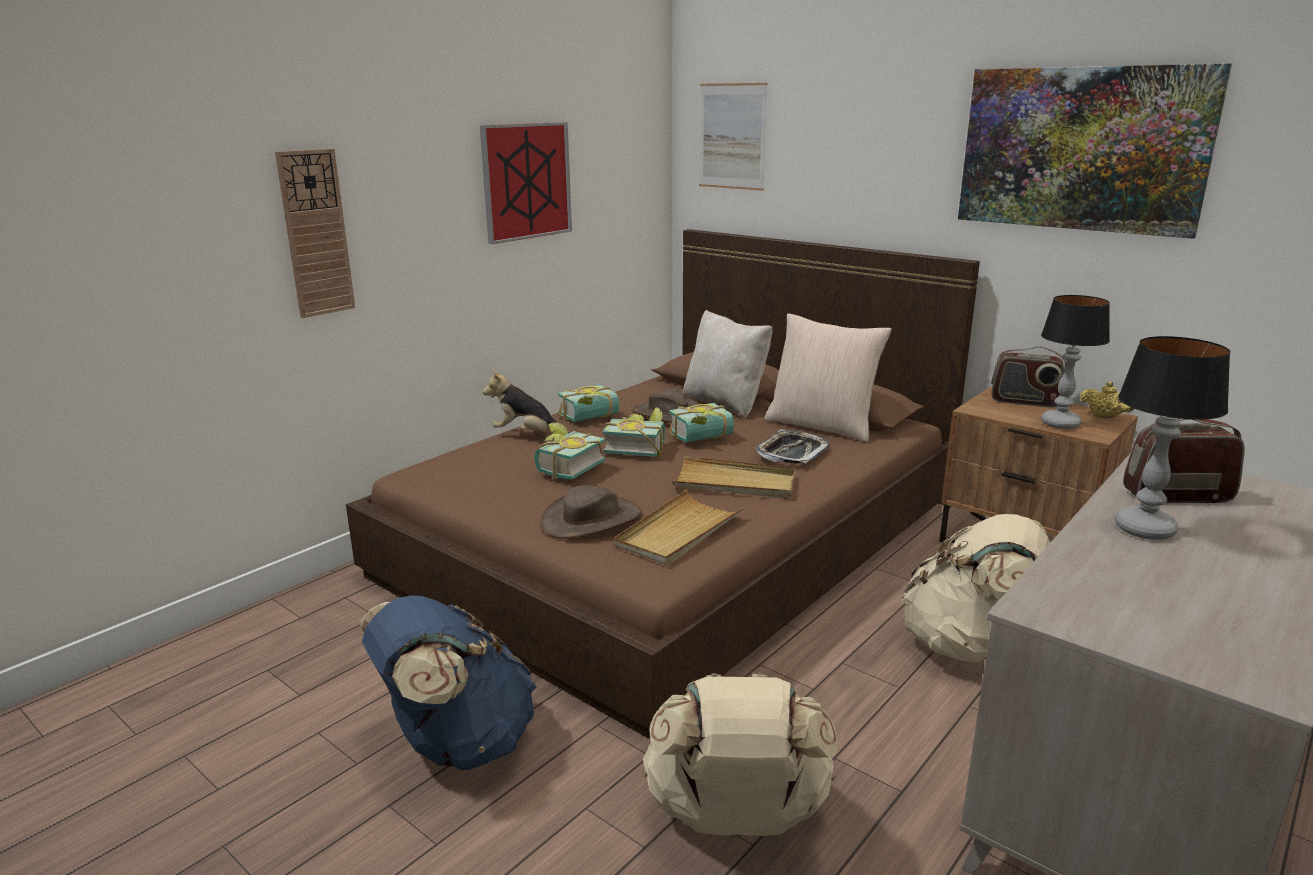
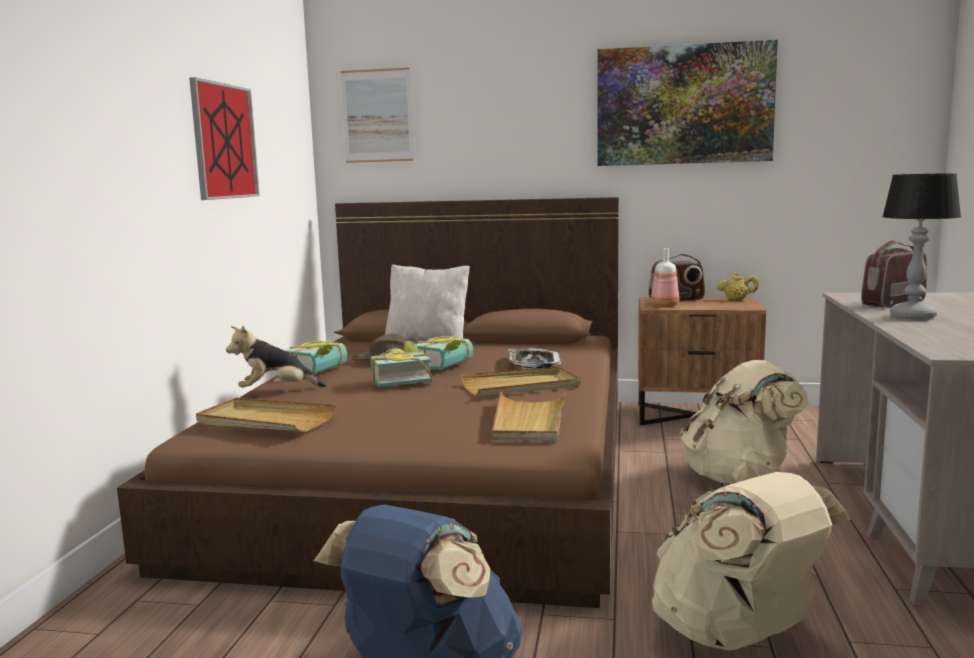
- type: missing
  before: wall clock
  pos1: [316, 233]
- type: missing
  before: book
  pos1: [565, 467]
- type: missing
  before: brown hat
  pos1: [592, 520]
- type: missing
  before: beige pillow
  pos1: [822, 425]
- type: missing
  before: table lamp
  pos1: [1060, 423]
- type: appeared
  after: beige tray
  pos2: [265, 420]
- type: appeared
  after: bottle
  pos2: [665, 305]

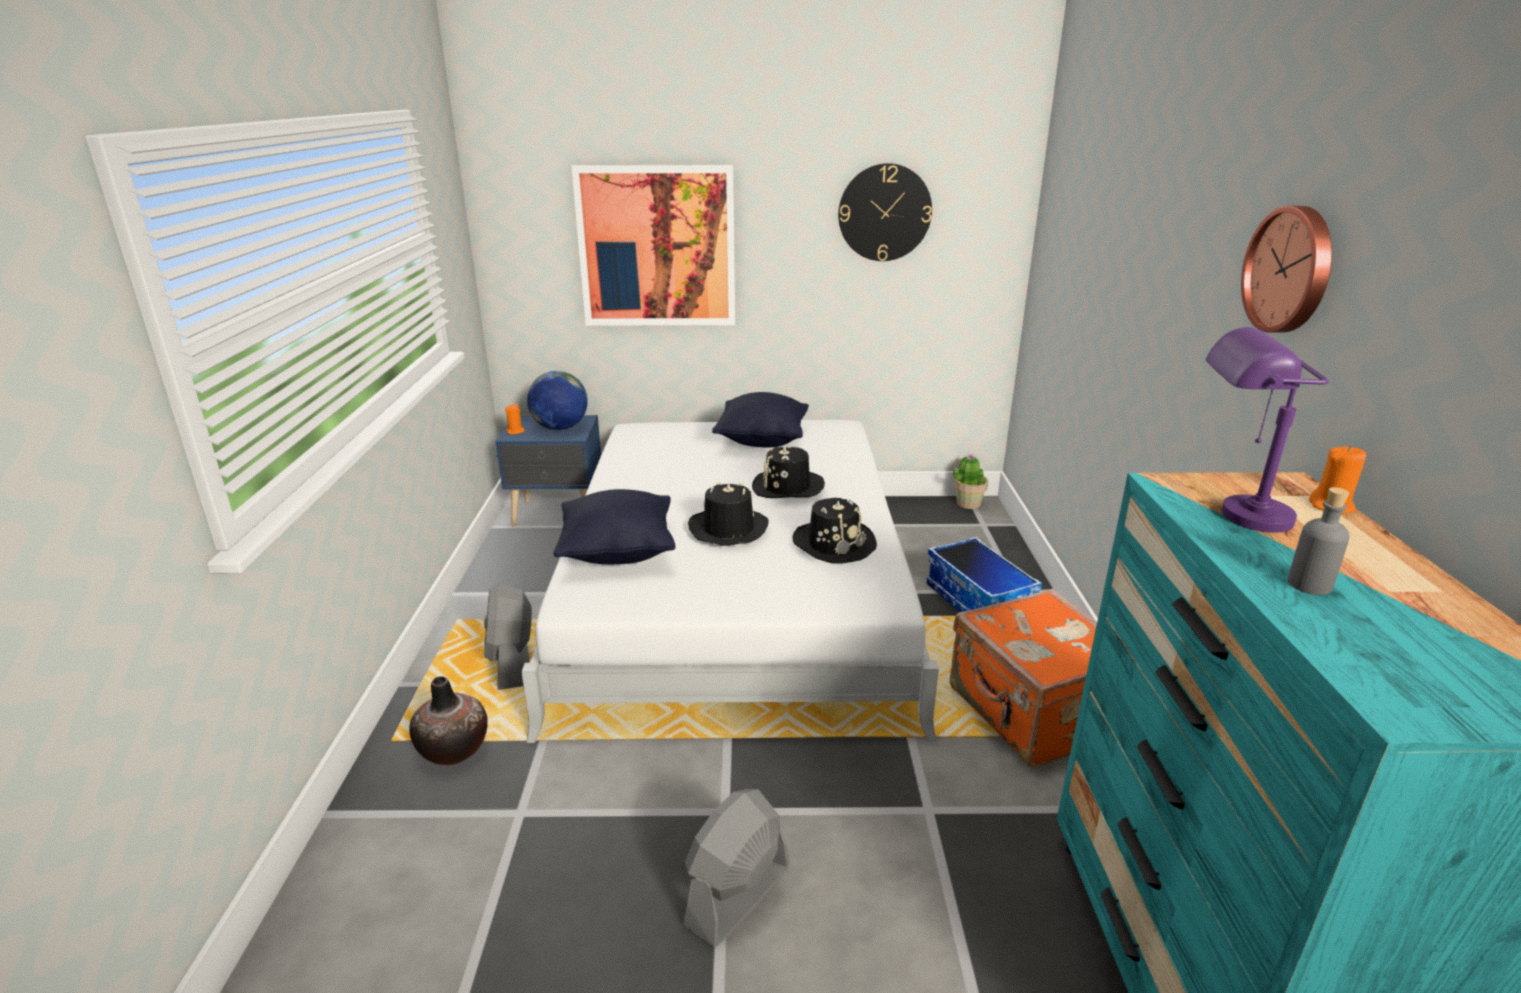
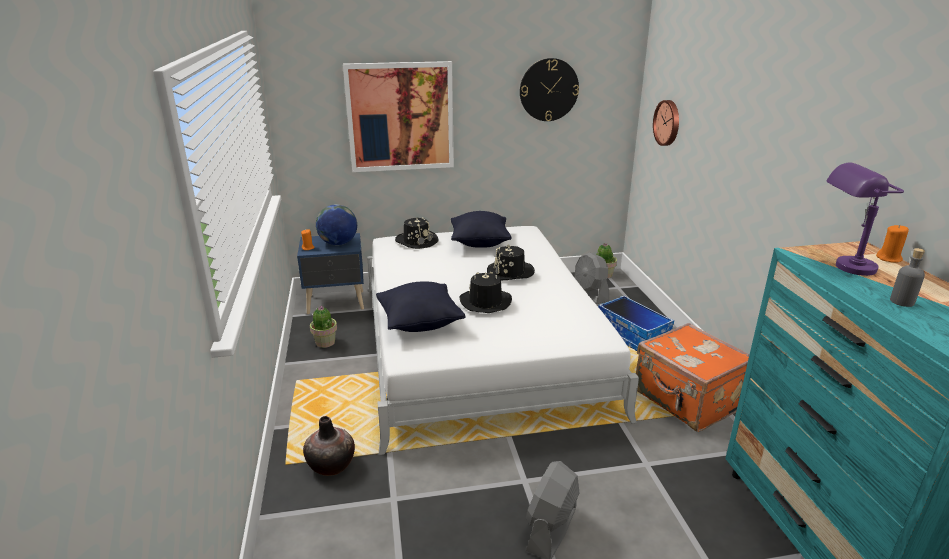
- type: appeared
  after: potted plant
  pos2: [325, 343]
- type: relocated
  before: grey fan
  pos1: [512, 663]
  pos2: [590, 294]
- type: relocated
  before: black hat
  pos1: [833, 544]
  pos2: [416, 241]
- type: relocated
  before: wall clock
  pos1: [1291, 270]
  pos2: [668, 123]

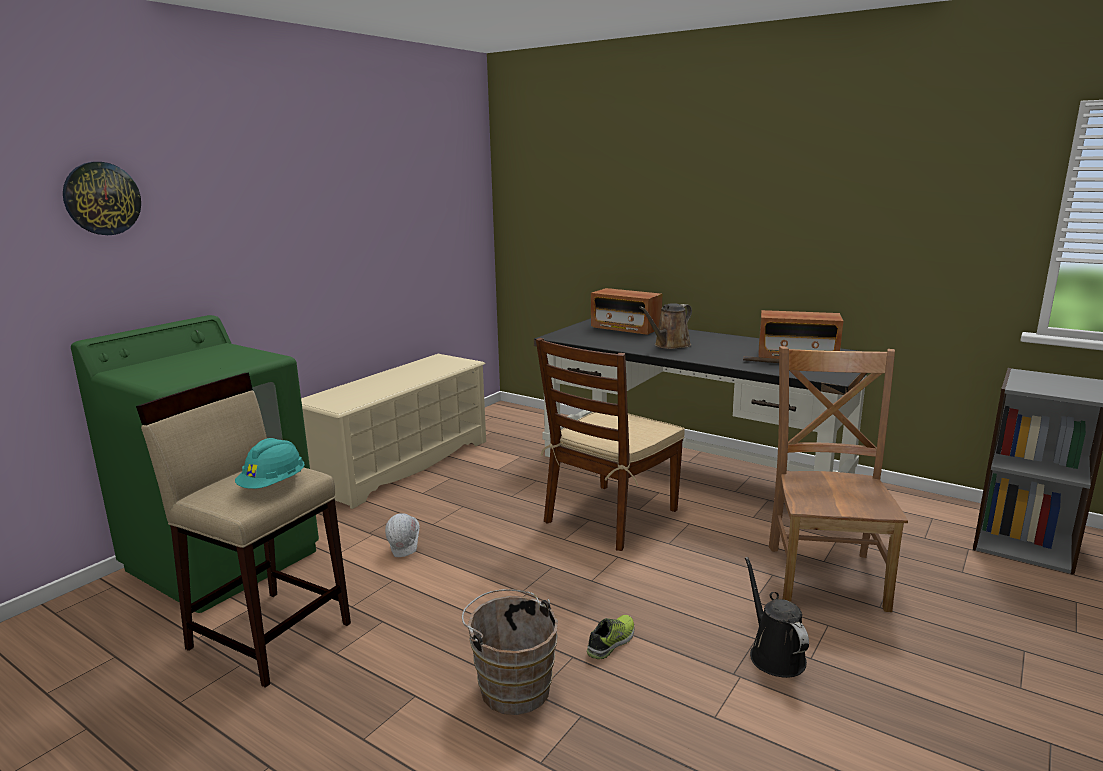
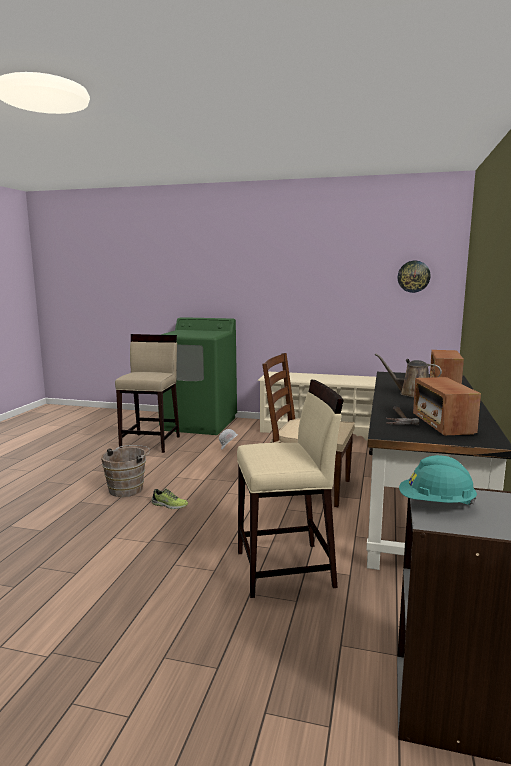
- type: missing
  before: black watering can
  pos1: [774, 654]
- type: relocated
  before: wall clock
  pos1: [102, 198]
  pos2: [413, 276]
- type: relocated
  before: turquoise hard hat
  pos1: [273, 485]
  pos2: [436, 504]
- type: exchanged
  before: brown chair
  after: beige stool
  pos1: [826, 573]
  pos2: [286, 569]

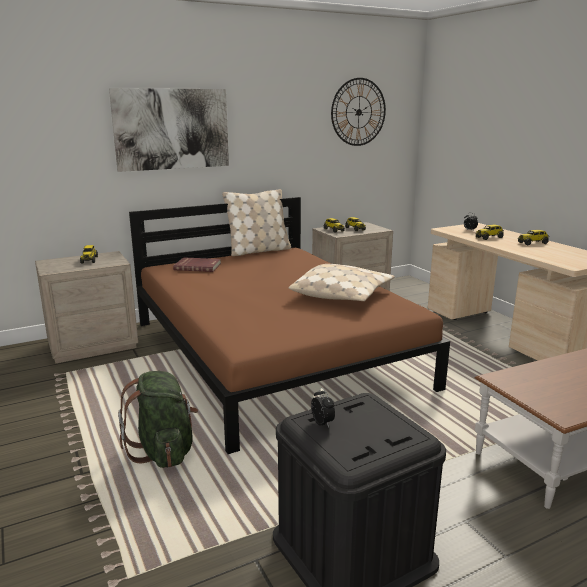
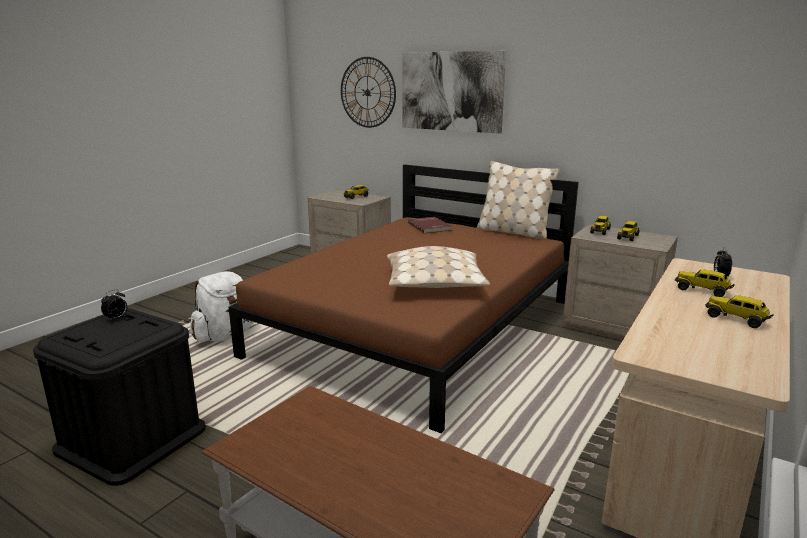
- type: relocated
  before: wall clock
  pos1: [358, 112]
  pos2: [367, 92]
- type: colour
  before: green backpack
  after: white backpack
  pos1: [164, 451]
  pos2: [226, 335]

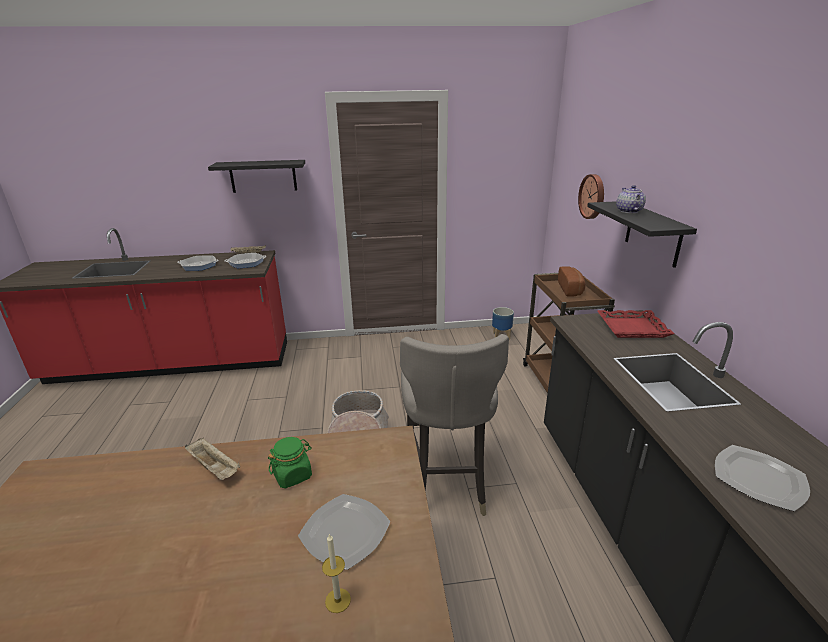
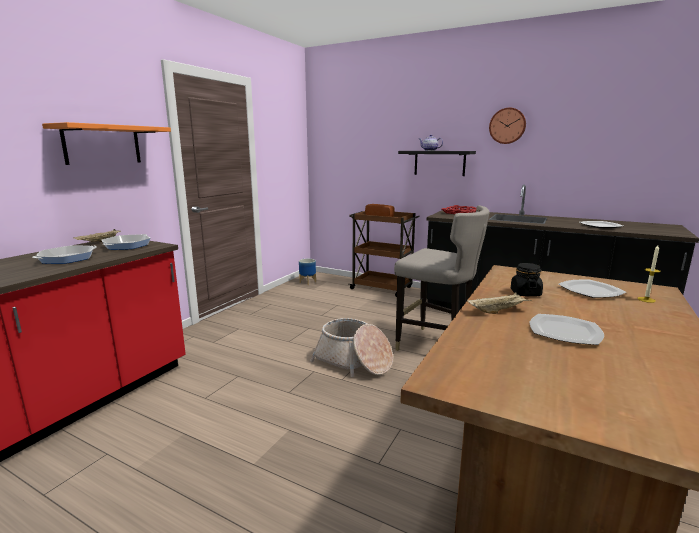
- type: appeared
  after: plate
  pos2: [564, 332]
- type: relocated
  before: wall clock
  pos1: [593, 196]
  pos2: [507, 126]
- type: colour
  before: black shelf
  after: orange shelf
  pos1: [263, 176]
  pos2: [102, 145]
- type: colour
  before: green jar
  after: black jar
  pos1: [293, 475]
  pos2: [525, 293]

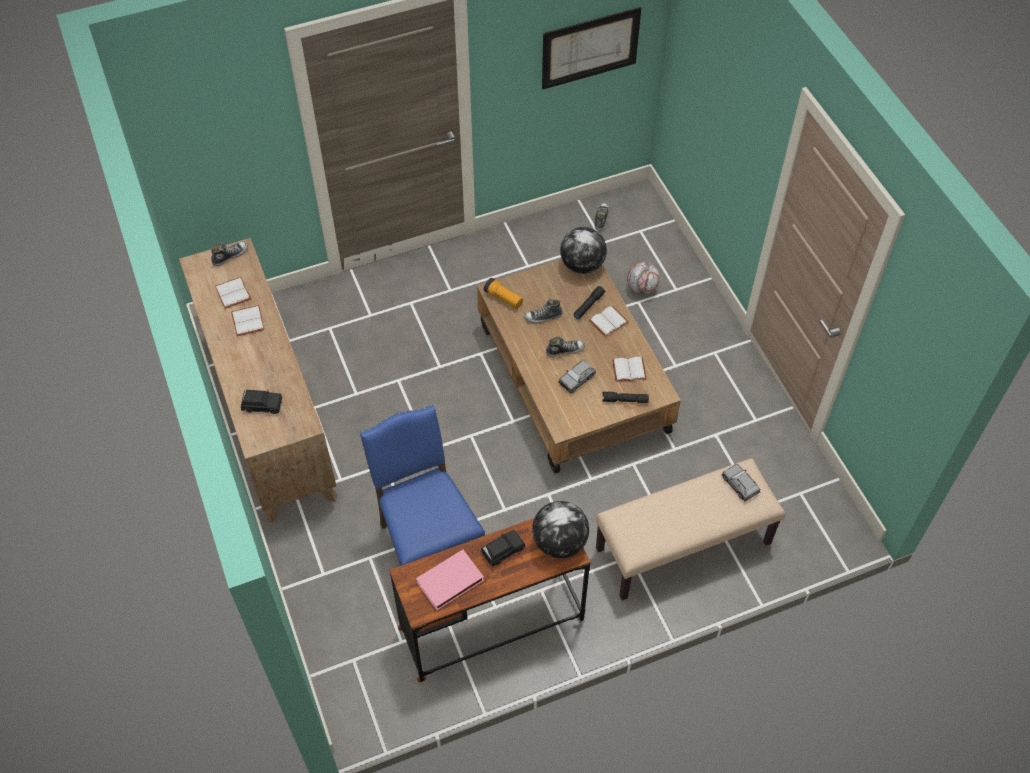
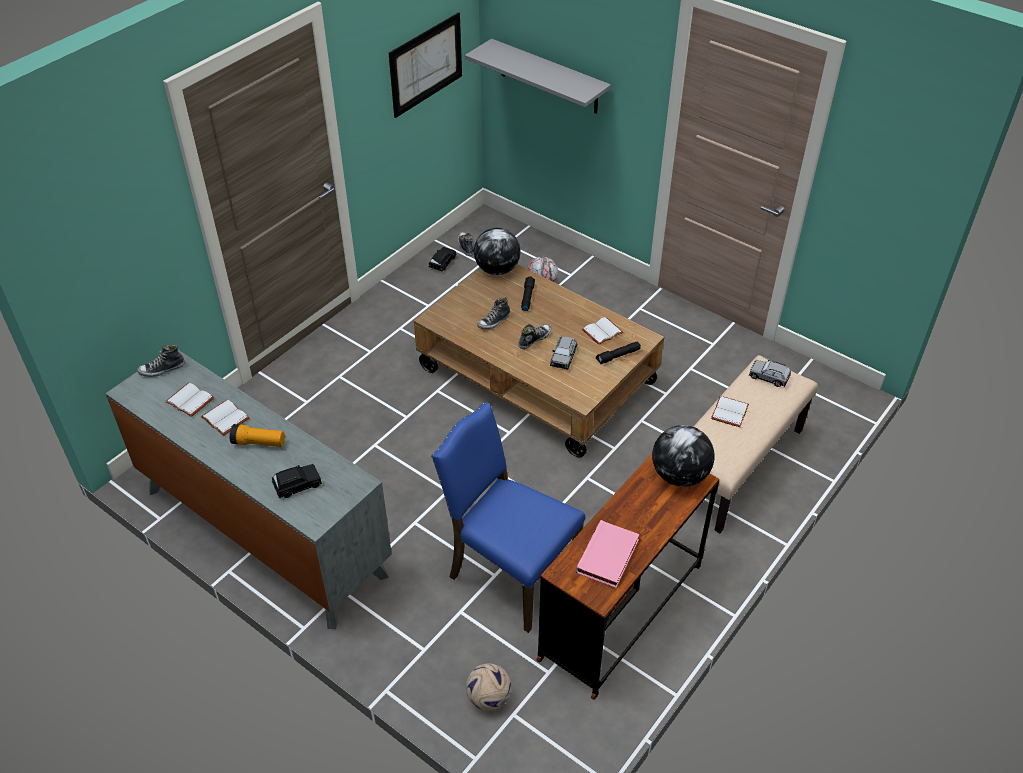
- type: appeared
  after: grey shelf
  pos2: [549, 77]
- type: appeared
  after: football
  pos2: [488, 698]
- type: relocated
  before: black toy car
  pos1: [502, 551]
  pos2: [442, 263]
- type: relocated
  before: flashlight
  pos1: [503, 298]
  pos2: [259, 443]
- type: relocated
  before: white book
  pos1: [608, 321]
  pos2: [728, 411]
- type: colour
  before: brown dresser
  after: grey dresser
  pos1: [269, 415]
  pos2: [263, 531]
- type: spun
  before: shoe
  pos1: [230, 255]
  pos2: [162, 369]
  turn: -135

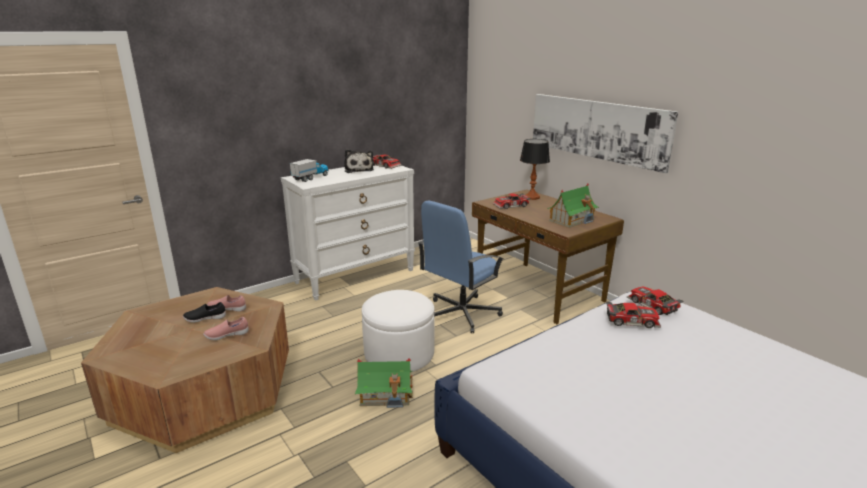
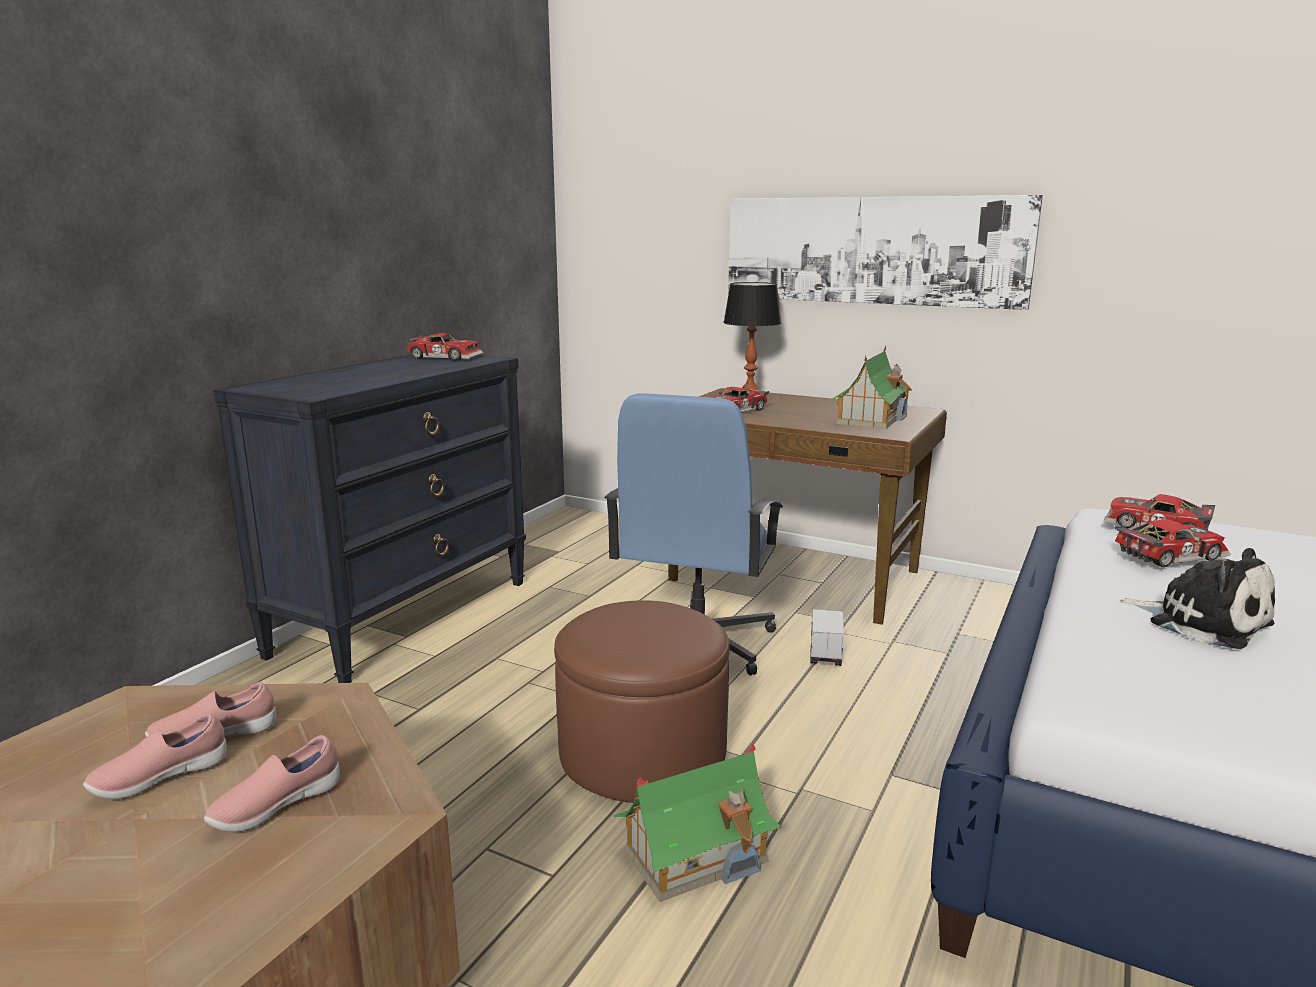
- type: relocated
  before: toy truck
  pos1: [311, 178]
  pos2: [825, 650]
- type: relocated
  before: plush toy
  pos1: [358, 170]
  pos2: [1202, 622]
- type: colour
  before: black shoe
  after: pink shoe
  pos1: [205, 319]
  pos2: [160, 778]
- type: colour
  before: white dresser
  after: black dresser
  pos1: [355, 276]
  pos2: [404, 616]
- type: colour
  before: white ottoman
  after: brown ottoman
  pos1: [399, 353]
  pos2: [642, 752]

